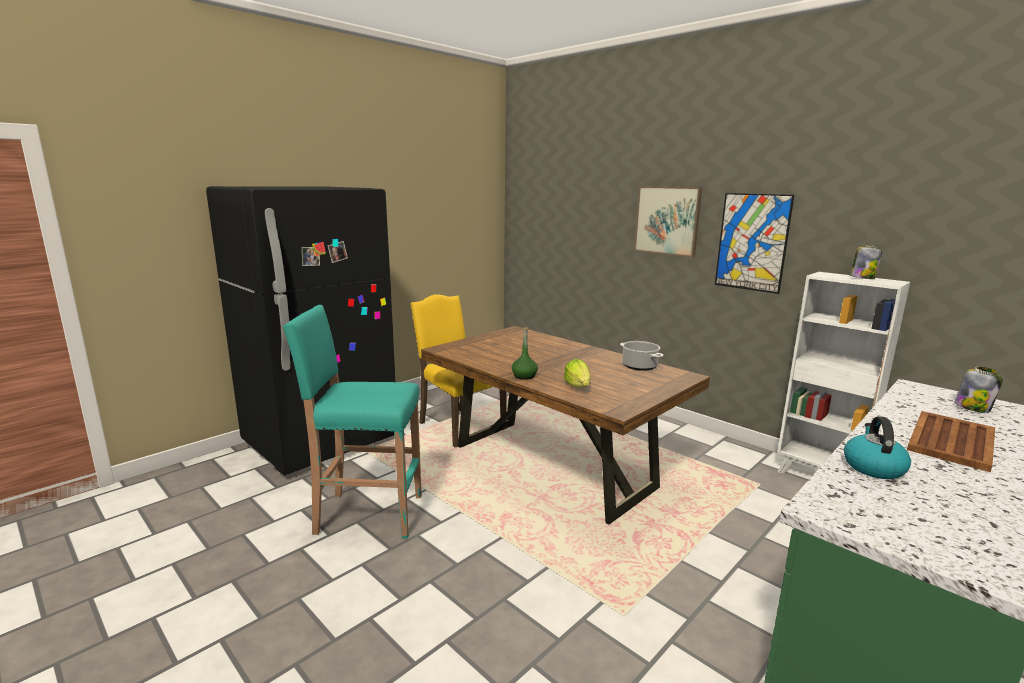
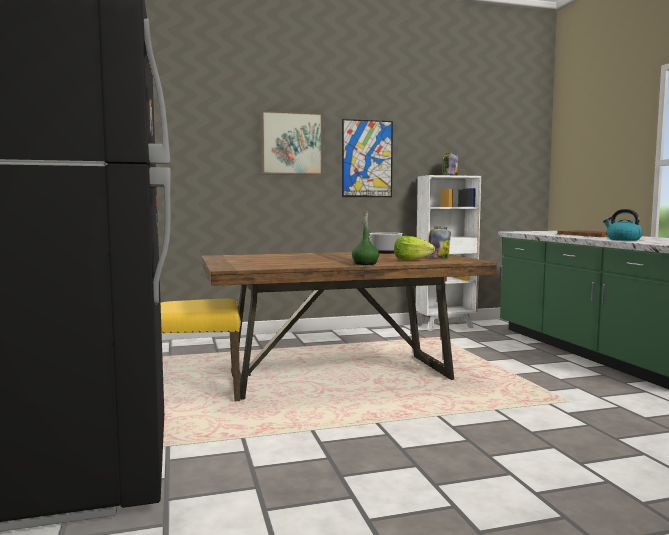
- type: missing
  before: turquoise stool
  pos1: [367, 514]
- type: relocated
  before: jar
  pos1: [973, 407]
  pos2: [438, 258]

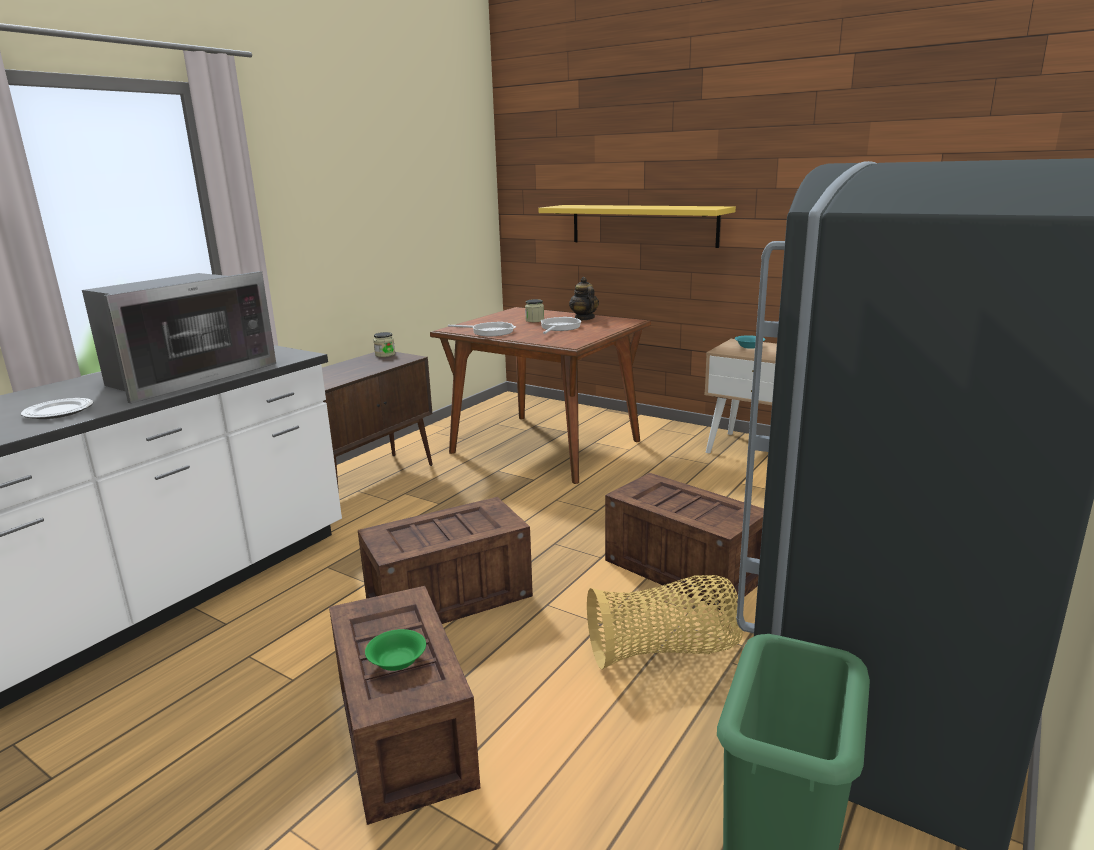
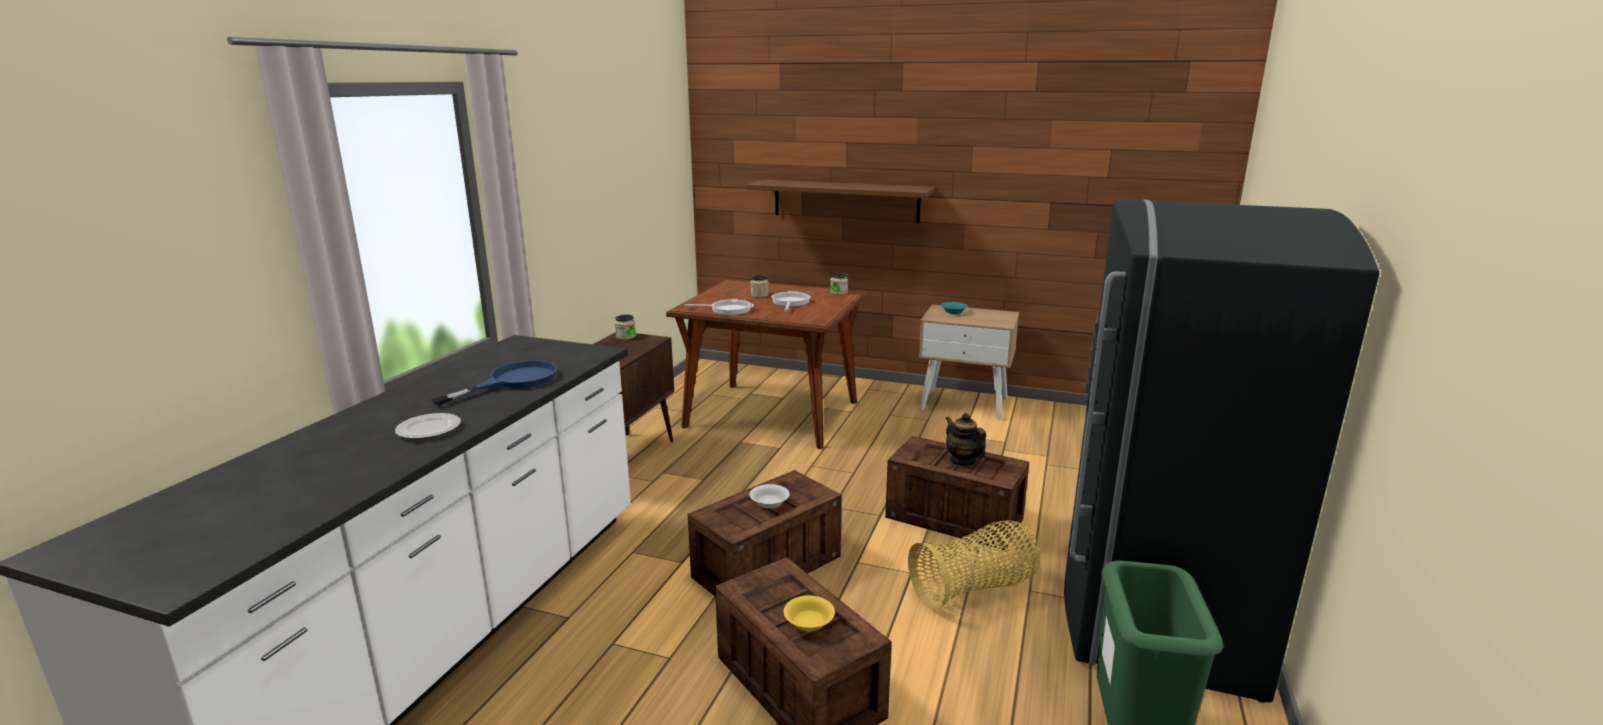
- type: appeared
  after: white bowl
  pos2: [769, 503]
- type: appeared
  after: jar
  pos2: [838, 292]
- type: relocated
  before: teapot
  pos1: [584, 318]
  pos2: [962, 461]
- type: exchanged
  before: microwave
  after: blue frying pan
  pos1: [186, 376]
  pos2: [513, 381]
- type: colour
  before: green bowl
  after: yellow bowl
  pos1: [396, 661]
  pos2: [808, 623]
- type: colour
  before: yellow shelf
  after: brown shelf
  pos1: [643, 225]
  pos2: [845, 201]

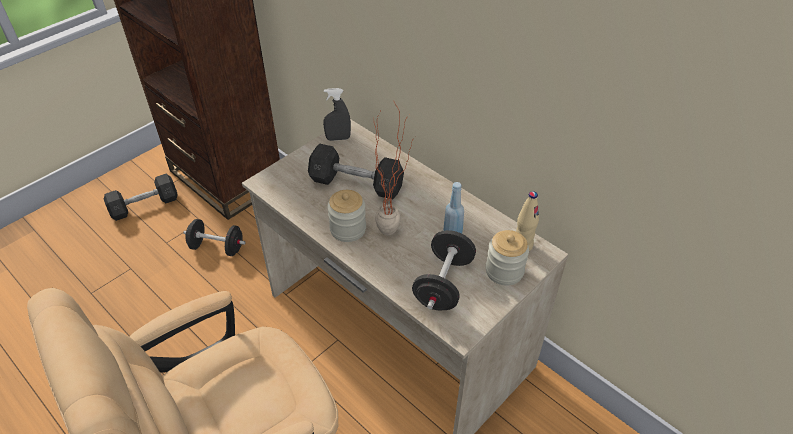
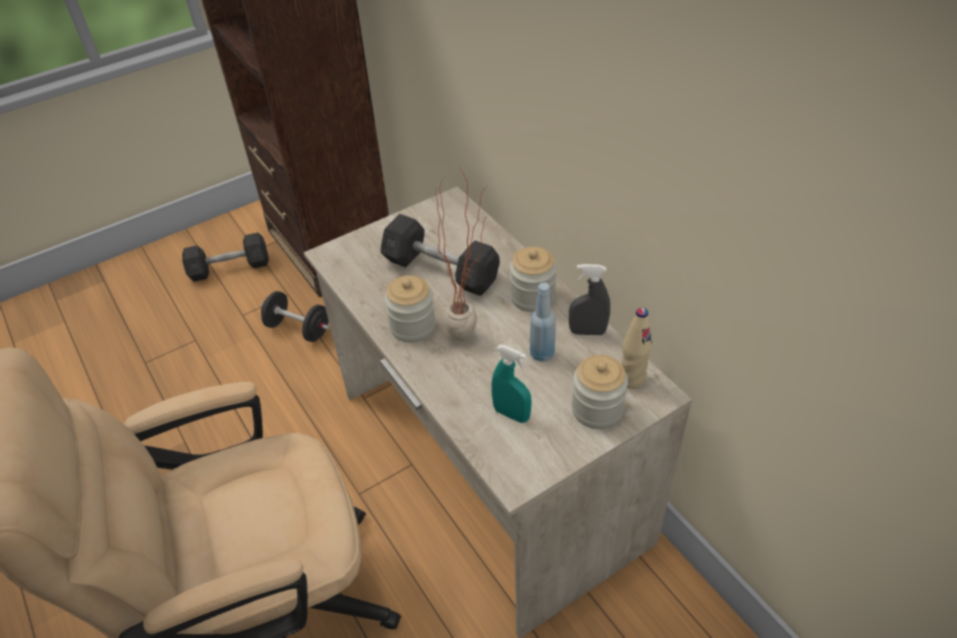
- type: appeared
  after: jar
  pos2: [532, 297]
- type: relocated
  before: grey spray bottle
  pos1: [338, 138]
  pos2: [587, 332]
- type: exchanged
  before: black dumbbell
  after: turquoise spray bottle
  pos1: [443, 284]
  pos2: [511, 414]

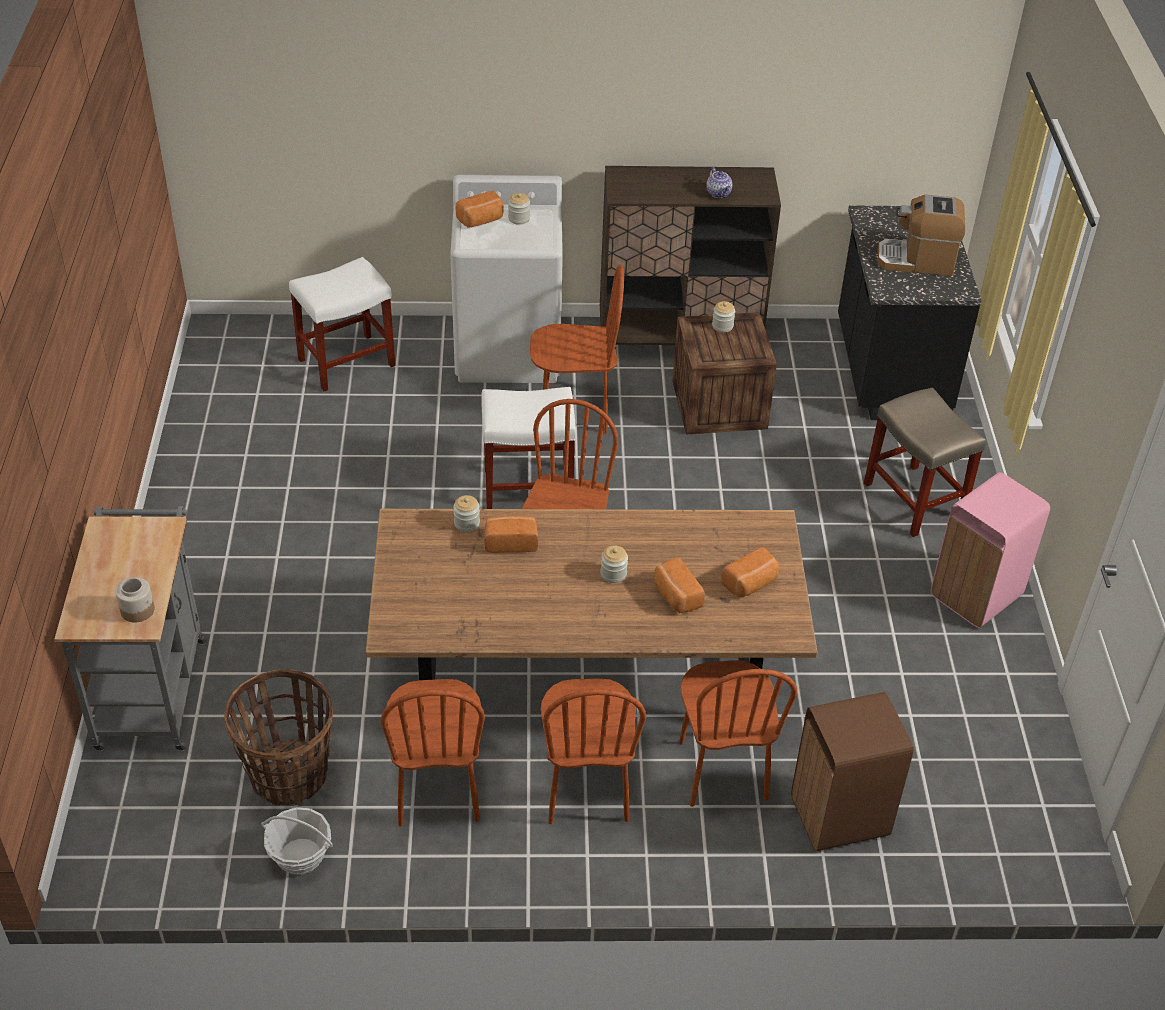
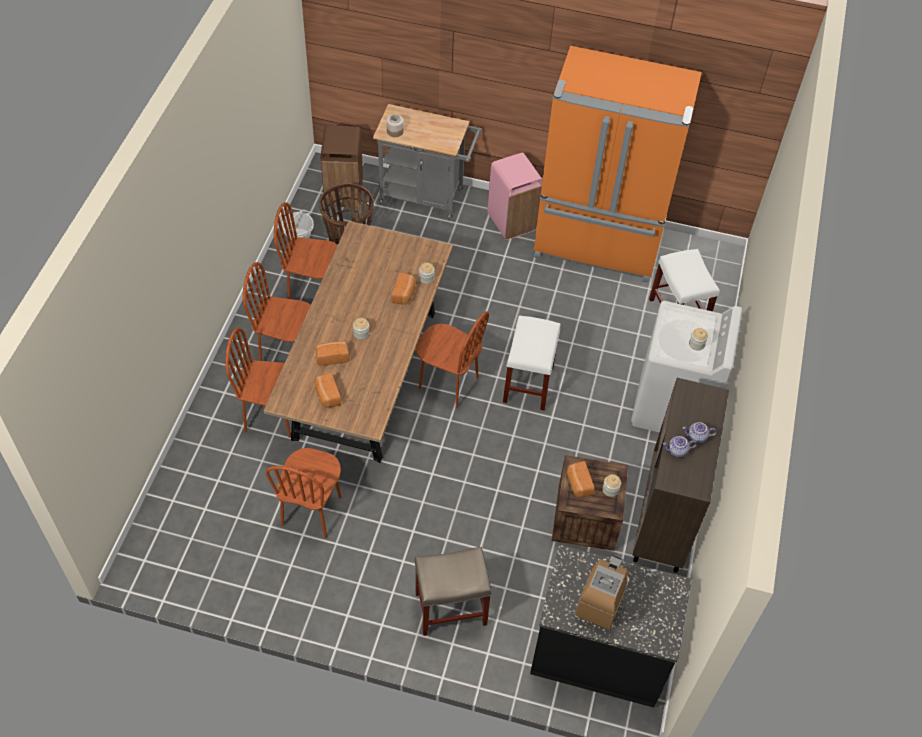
- type: appeared
  after: orange fridge
  pos2: [598, 245]
- type: appeared
  after: teapot
  pos2: [696, 437]
- type: relocated
  before: bread
  pos1: [481, 220]
  pos2: [578, 484]
- type: relocated
  before: brown chair
  pos1: [575, 412]
  pos2: [312, 511]
- type: relocated
  before: brown trash can
  pos1: [838, 816]
  pos2: [344, 192]
- type: relocated
  before: pink trash can
  pos1: [975, 595]
  pos2: [512, 221]

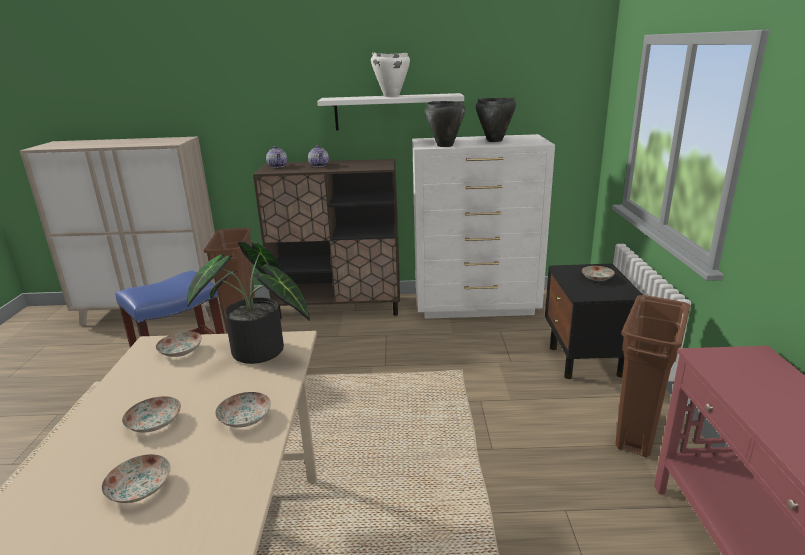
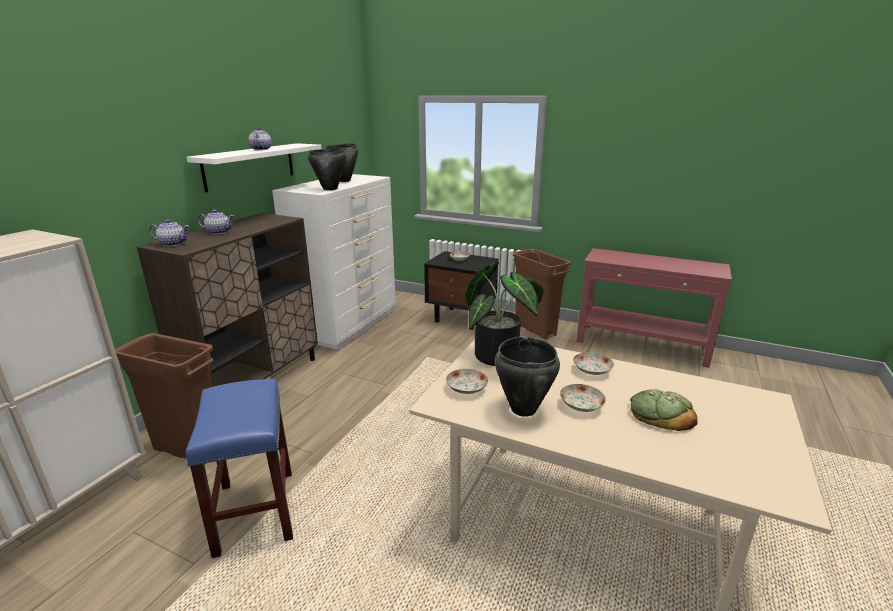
- type: appeared
  after: black cooking pot
  pos2: [523, 409]
- type: exchanged
  before: plate
  after: bread
  pos1: [139, 488]
  pos2: [660, 413]
- type: exchanged
  before: white cooking pot
  after: teapot
  pos1: [391, 96]
  pos2: [261, 149]

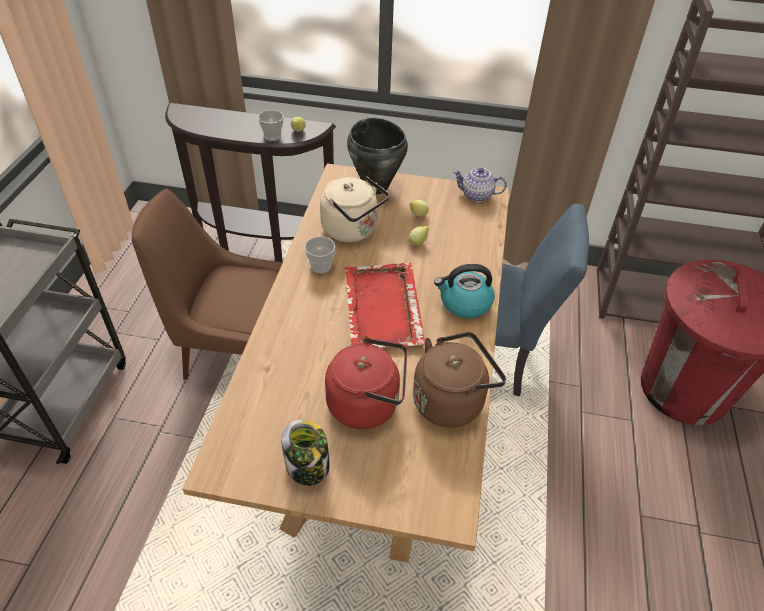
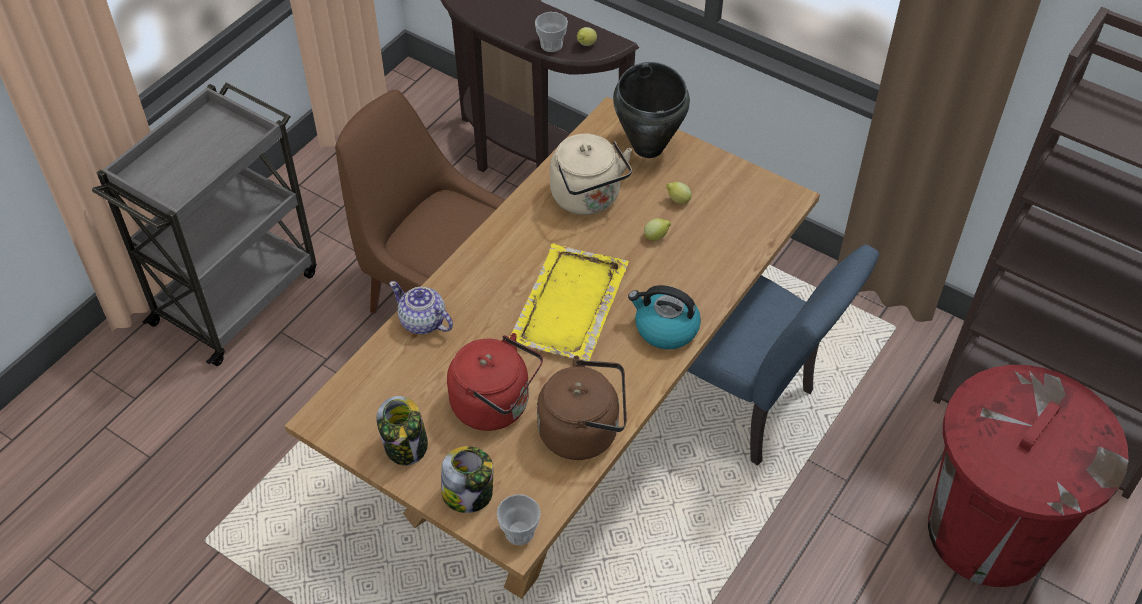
- type: appeared
  after: jar
  pos2: [469, 494]
- type: relocated
  before: cup
  pos1: [321, 266]
  pos2: [519, 532]
- type: relocated
  before: teapot
  pos1: [477, 195]
  pos2: [423, 322]
- type: colour
  before: red tray
  after: yellow tray
  pos1: [382, 308]
  pos2: [569, 306]

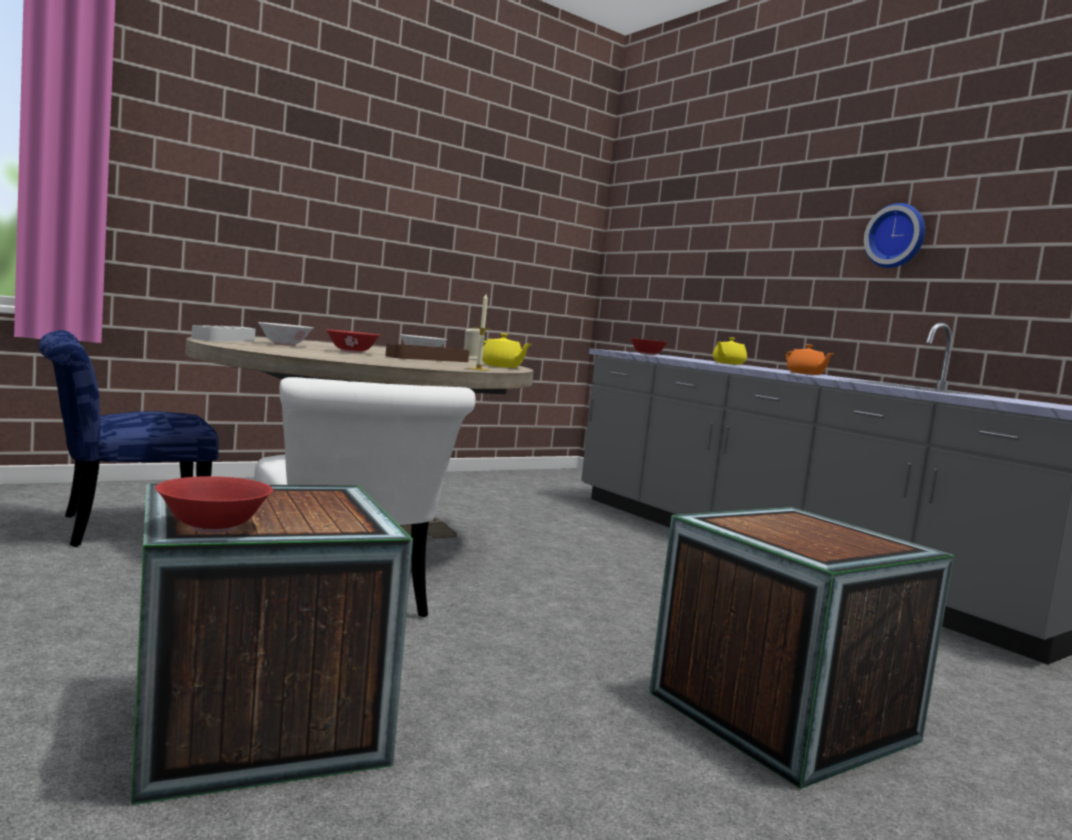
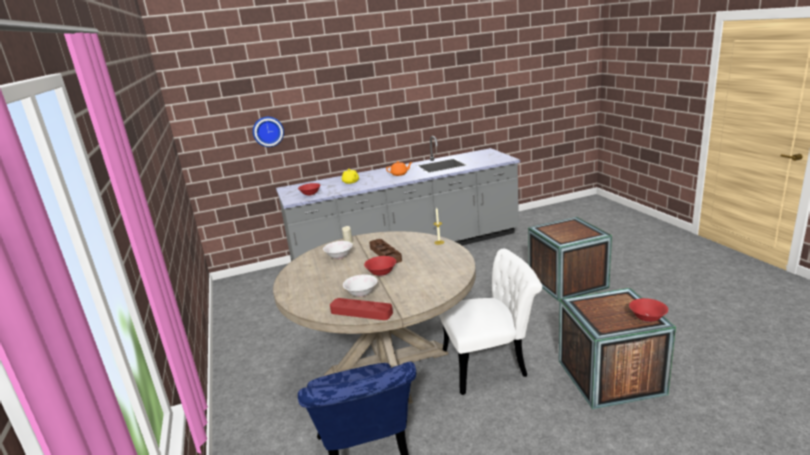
- type: missing
  before: yellow teapot
  pos1: [501, 366]
- type: relocated
  before: wall clock
  pos1: [896, 236]
  pos2: [268, 131]
- type: colour
  before: grey tray
  after: red tray
  pos1: [224, 339]
  pos2: [361, 312]

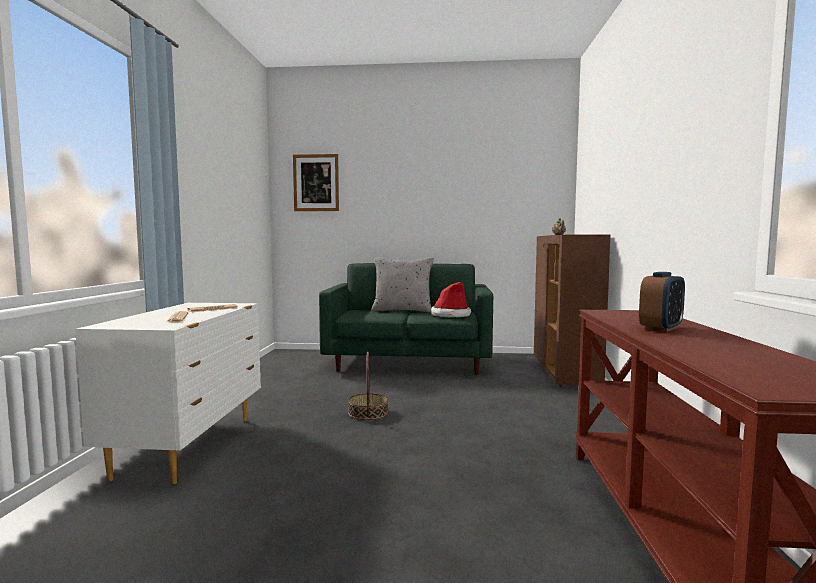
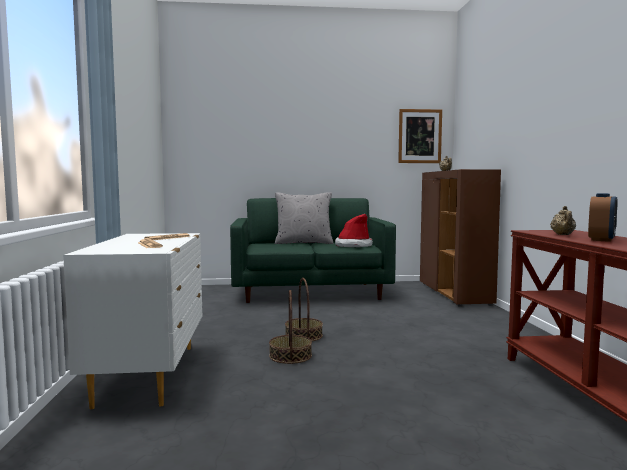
- type: appeared
  after: basket
  pos2: [290, 355]
- type: appeared
  after: beige teapot
  pos2: [563, 235]
- type: relocated
  before: picture
  pos1: [316, 183]
  pos2: [419, 136]

